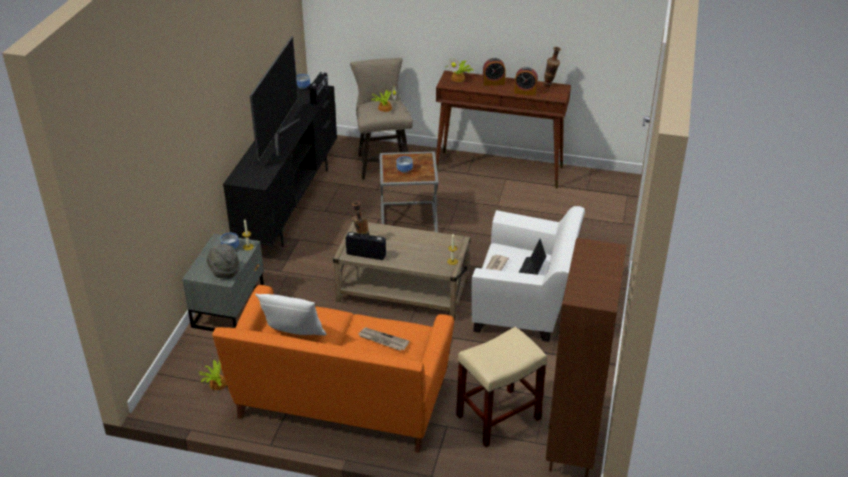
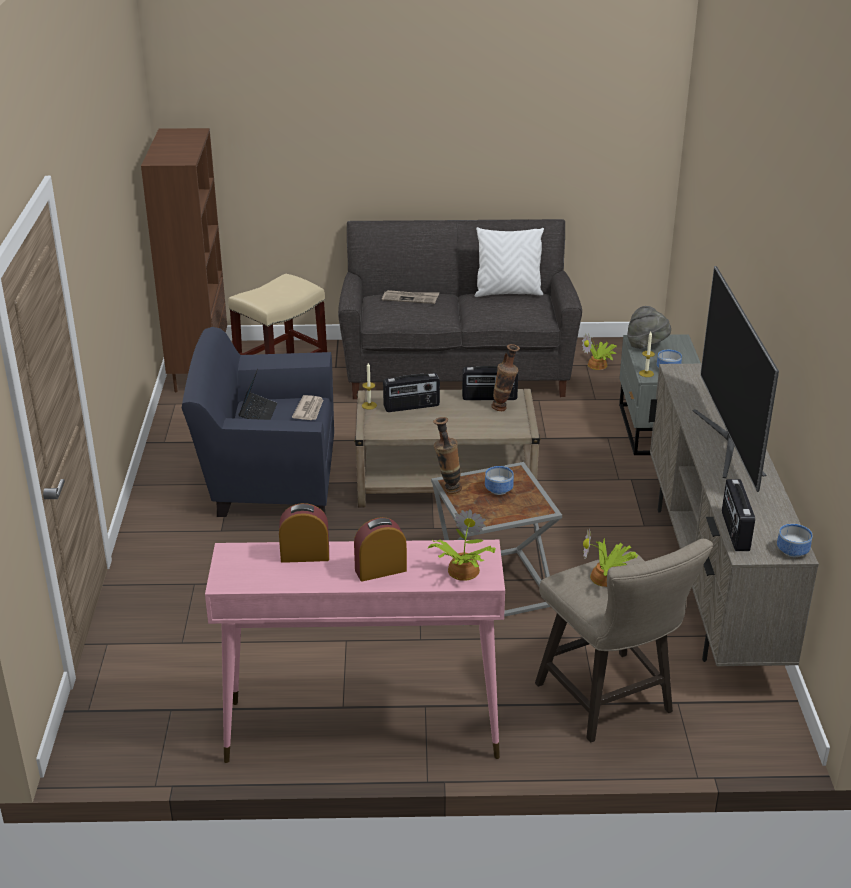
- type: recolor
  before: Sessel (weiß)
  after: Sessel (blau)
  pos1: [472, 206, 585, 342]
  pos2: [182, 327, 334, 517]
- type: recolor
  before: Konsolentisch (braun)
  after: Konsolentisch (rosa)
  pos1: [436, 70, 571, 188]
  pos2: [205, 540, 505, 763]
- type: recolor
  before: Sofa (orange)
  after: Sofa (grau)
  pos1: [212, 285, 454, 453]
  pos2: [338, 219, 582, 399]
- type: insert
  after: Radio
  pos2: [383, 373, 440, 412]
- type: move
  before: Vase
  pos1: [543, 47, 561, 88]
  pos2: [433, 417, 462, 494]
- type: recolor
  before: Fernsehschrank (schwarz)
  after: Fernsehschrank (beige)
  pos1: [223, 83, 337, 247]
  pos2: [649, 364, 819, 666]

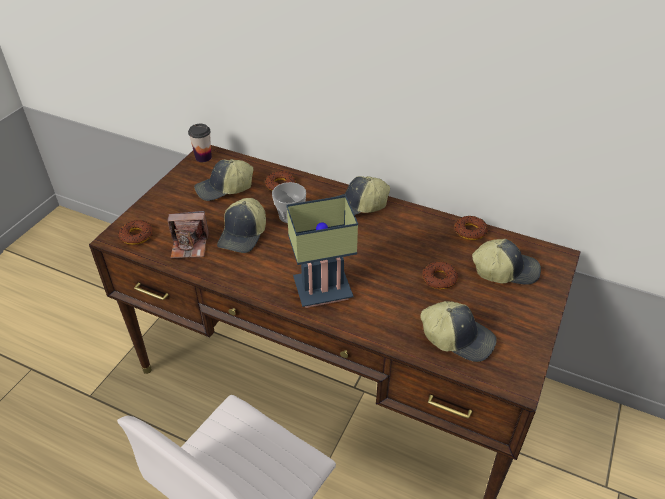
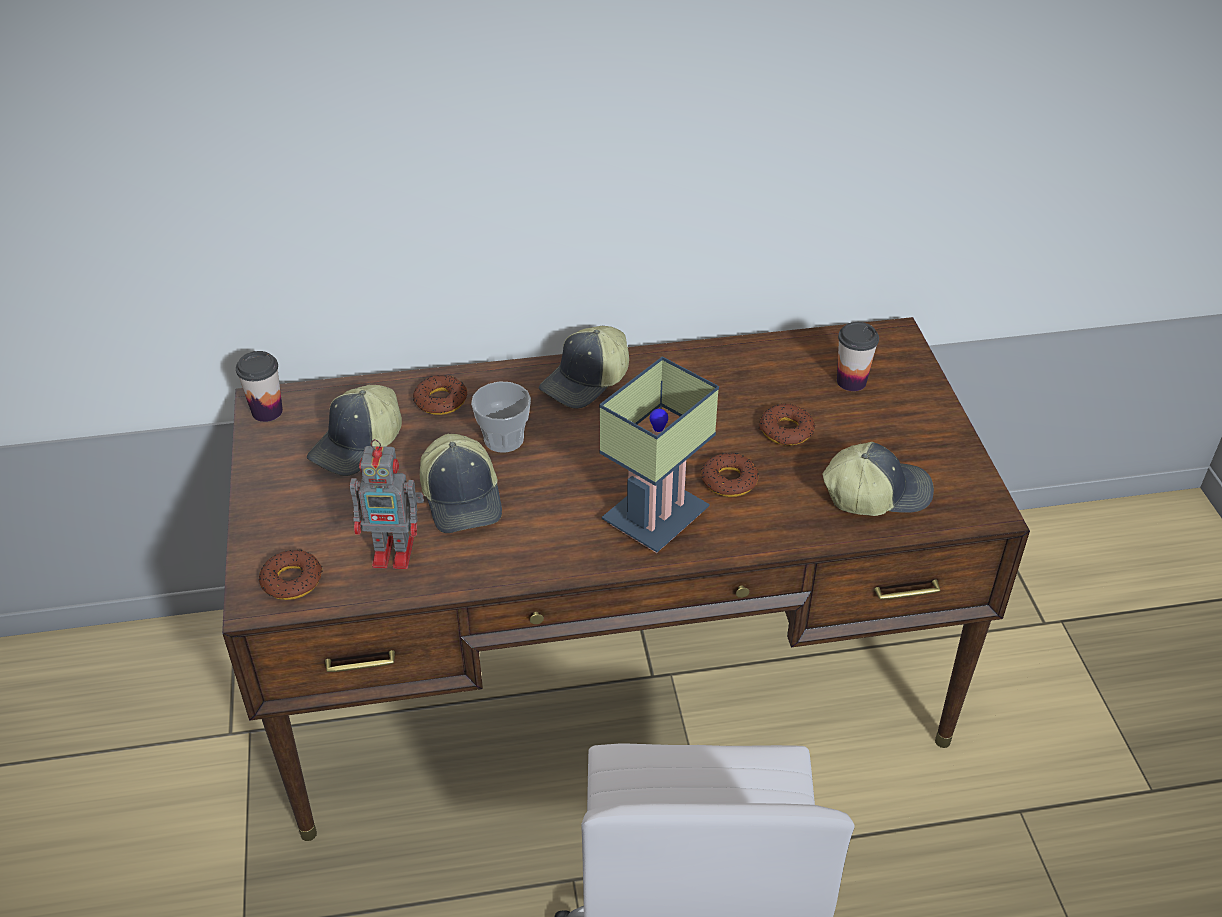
- type: replace
  before: Kamera
  after: Spielzeugroboter
  pos1: [167, 211, 208, 258]
  pos2: [350, 439, 424, 569]
- type: move
  before: Donut
  pos1: [454, 216, 488, 240]
  pos2: [701, 453, 759, 497]
- type: replace
  before: Kappe
  after: Tasse
  pos1: [472, 239, 541, 285]
  pos2: [837, 322, 879, 391]

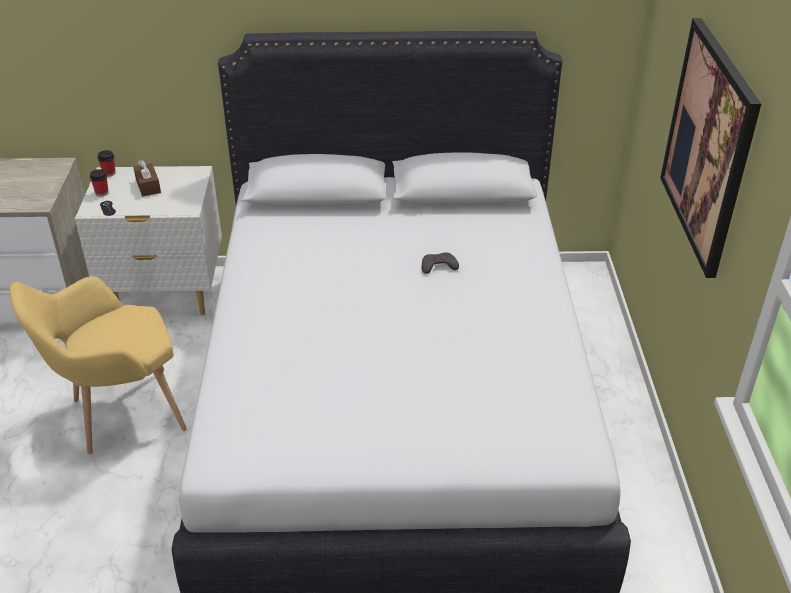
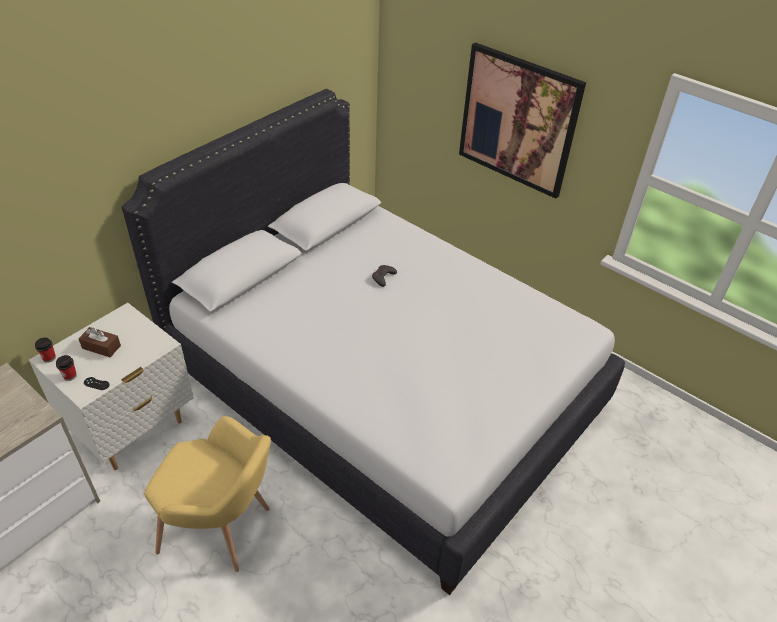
- type: rotate
  before: Sessel (gelb)
  pos1: [10, 276, 187, 454]
  pos2: [144, 416, 271, 572]
  turn: -90

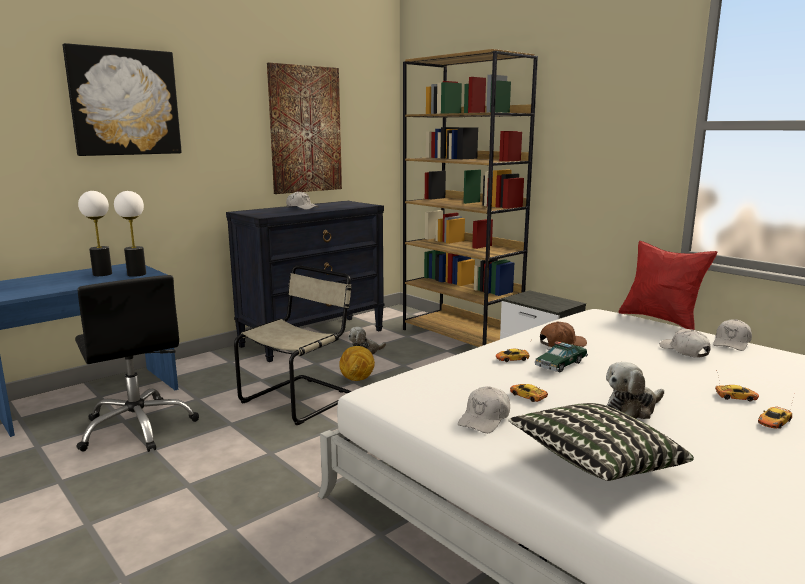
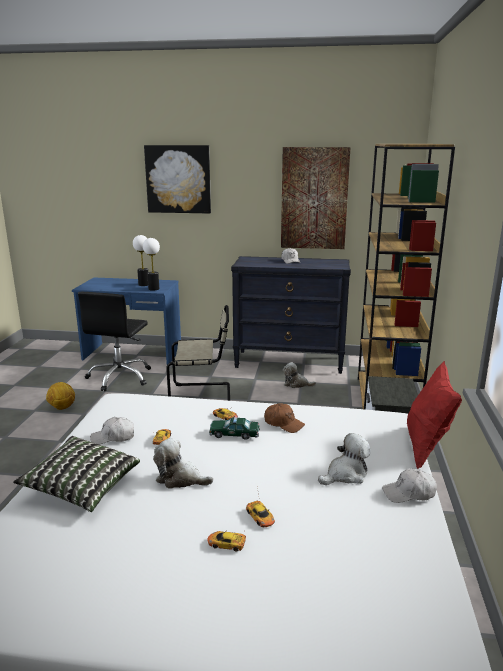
- type: move
  before: Fußball
  pos1: [339, 346, 375, 381]
  pos2: [46, 382, 75, 410]
- type: replace
  before: Kappe (weiß)
  after: Plüschtier
  pos1: [659, 329, 711, 358]
  pos2: [318, 433, 371, 485]

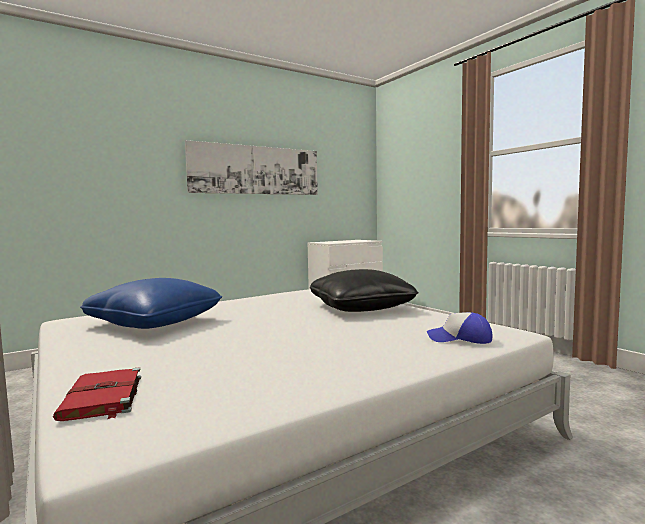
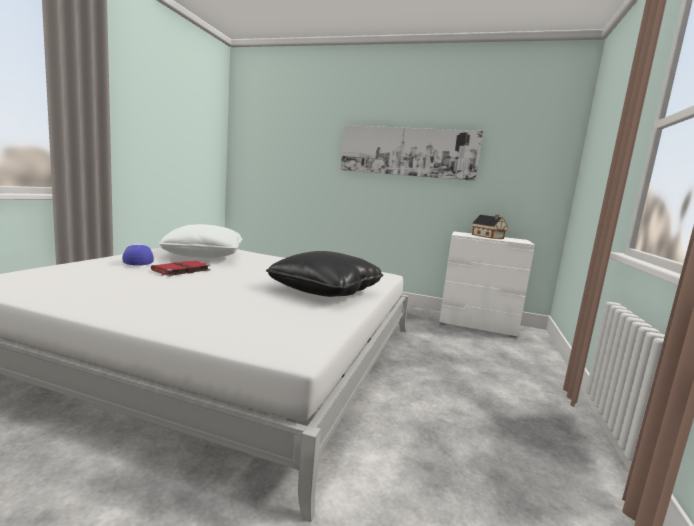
- type: move
  before: Kappe
  pos1: [427, 312, 493, 344]
  pos2: [122, 243, 154, 266]
- type: move
  before: Buch (rot)
  pos1: [53, 367, 141, 421]
  pos2: [151, 260, 210, 276]
- type: recolor
  before: Kissen (blau)
  after: Kissen (weiß)
  pos1: [80, 278, 222, 329]
  pos2: [158, 224, 242, 258]
- type: insert
  after: Spielzeughaus
  pos2: [472, 215, 508, 239]

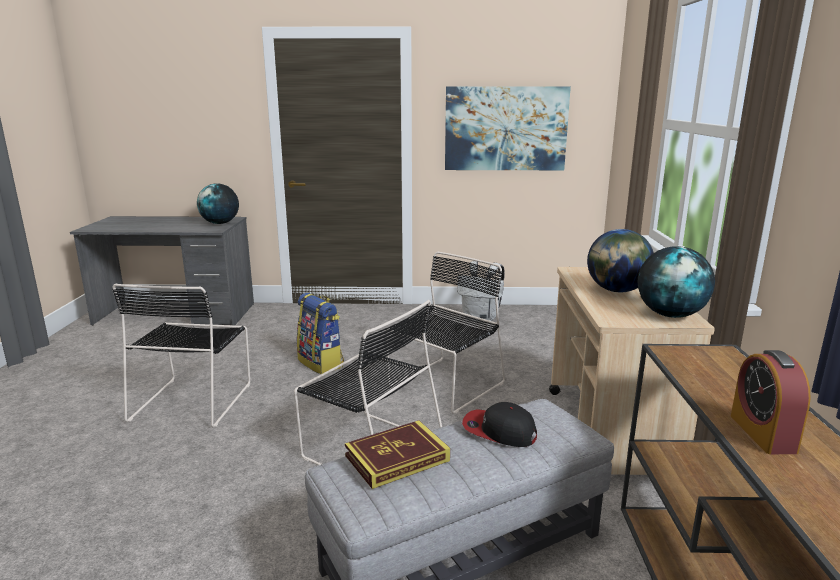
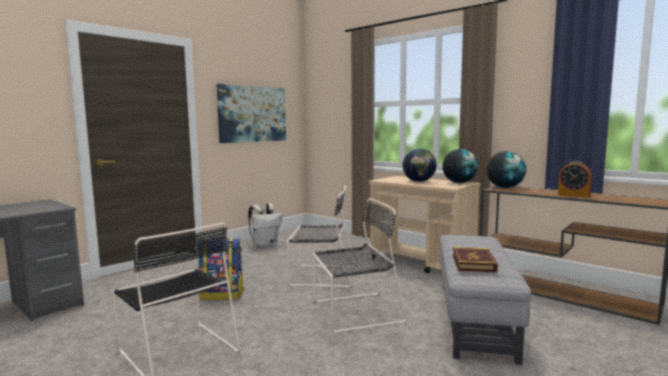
- type: rotate
  before: Stuhl (schwarz)
  pos1: [386, 252, 505, 414]
  pos2: [287, 186, 355, 288]
  turn: 105
- type: move
  before: Globus
  pos1: [197, 183, 239, 224]
  pos2: [487, 151, 526, 188]
- type: delete
  before: Kappe
  pos1: [462, 402, 537, 447]

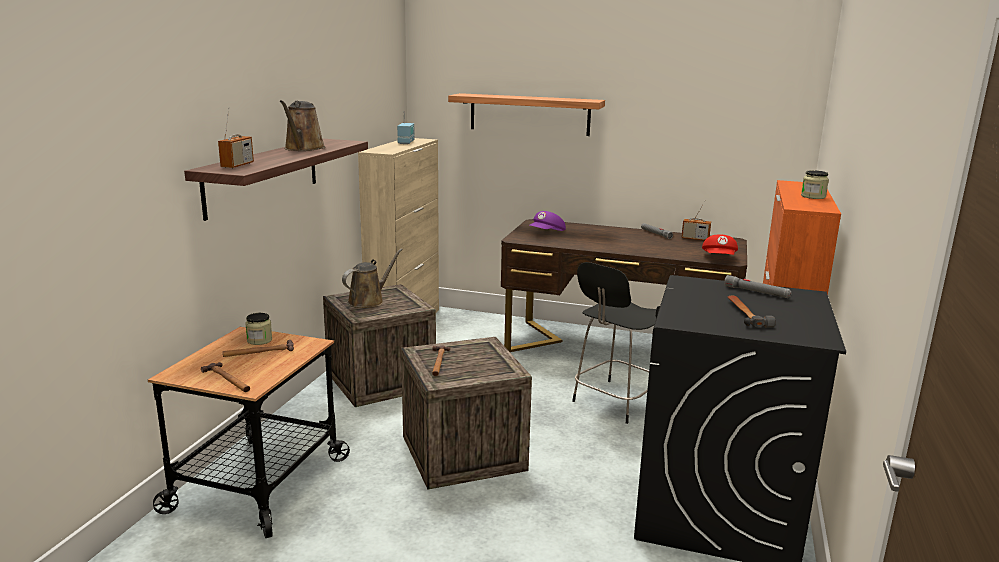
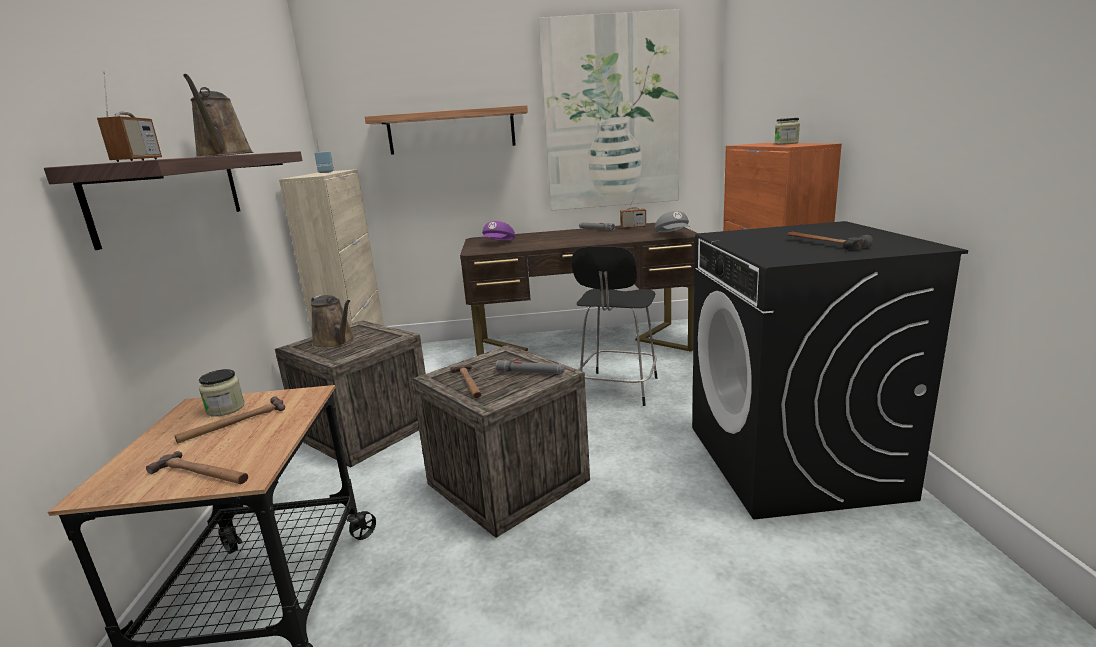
- type: rotate
  before: Gießkanne (braun)
  pos1: [342, 248, 403, 308]
  pos2: [311, 295, 355, 349]
  turn: 120
- type: move
  before: Taschenlampe (grau)
  pos1: [724, 275, 792, 298]
  pos2: [496, 360, 565, 374]
- type: insert
  after: Bild
  pos2: [538, 9, 680, 211]
- type: recolor
  before: Kappe (rot)
  after: Kappe (grau)
  pos1: [702, 234, 738, 255]
  pos2: [655, 211, 690, 233]

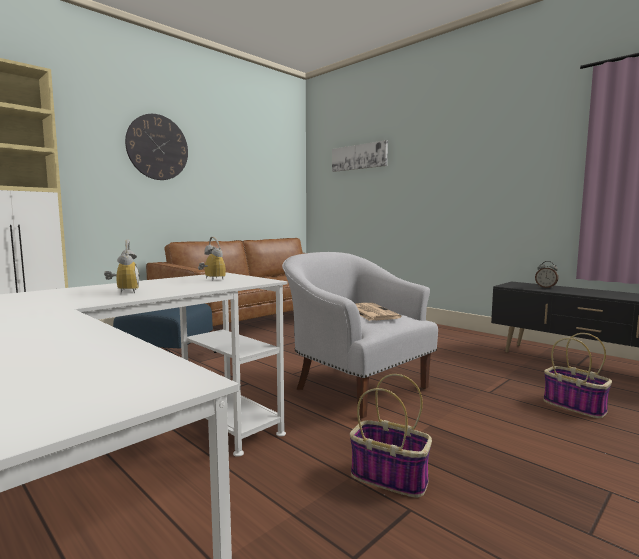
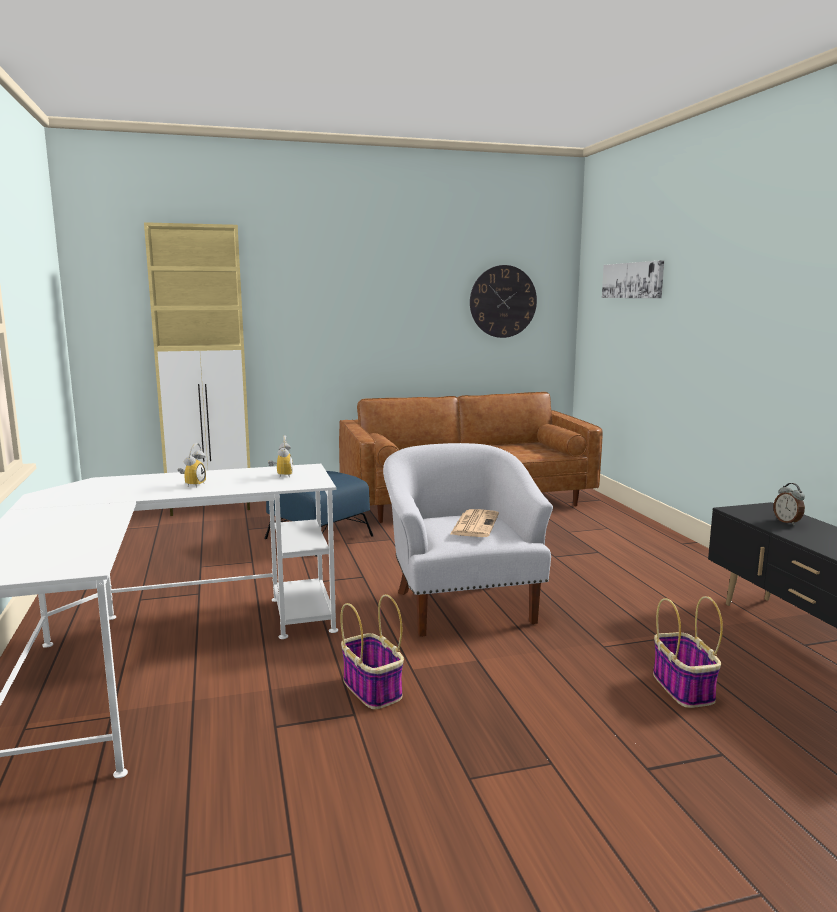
- type: move
  before: Wanduhr
  pos1: [125, 114, 188, 180]
  pos2: [470, 265, 537, 338]

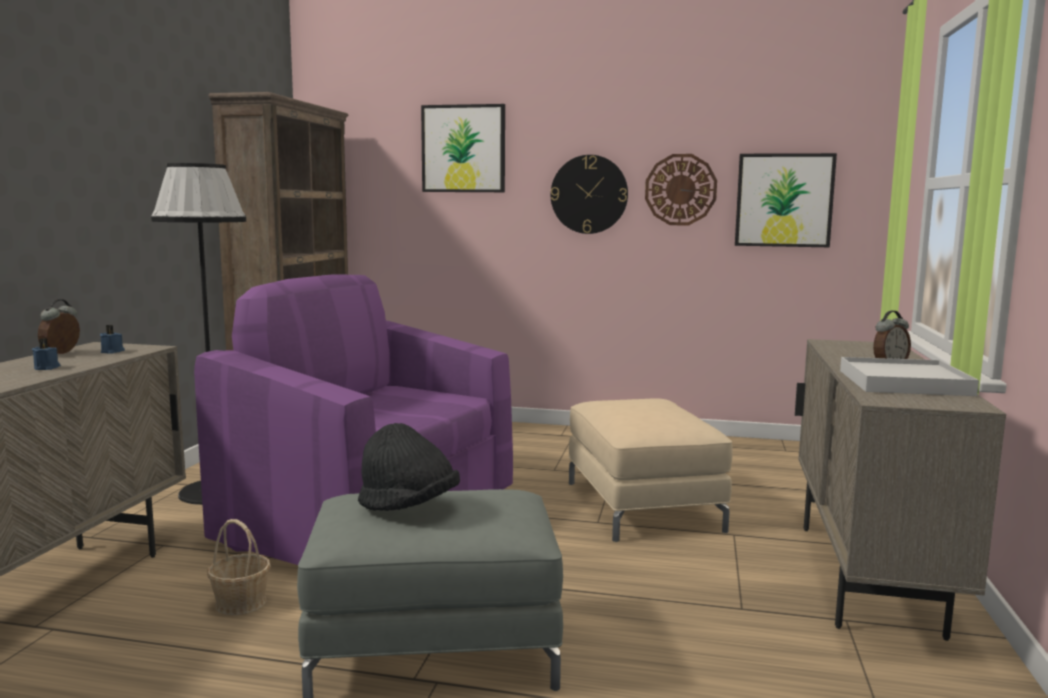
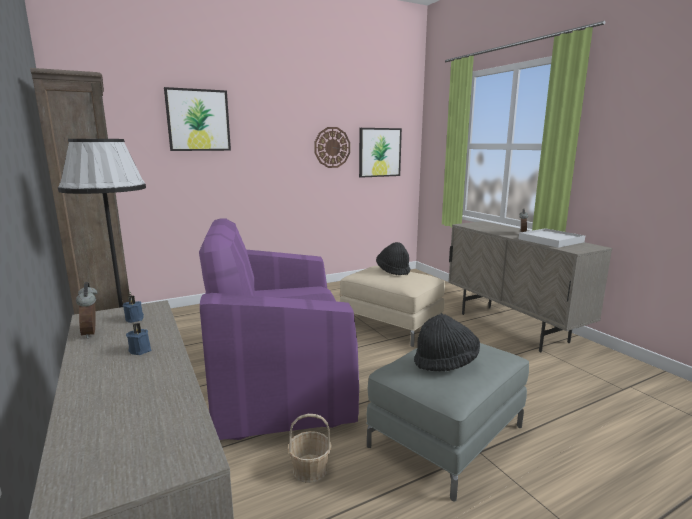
- type: insert
  after: Hut (schwarz)
  pos2: [376, 242, 410, 275]
- type: delete
  before: Wanduhr
  pos1: [550, 155, 628, 234]

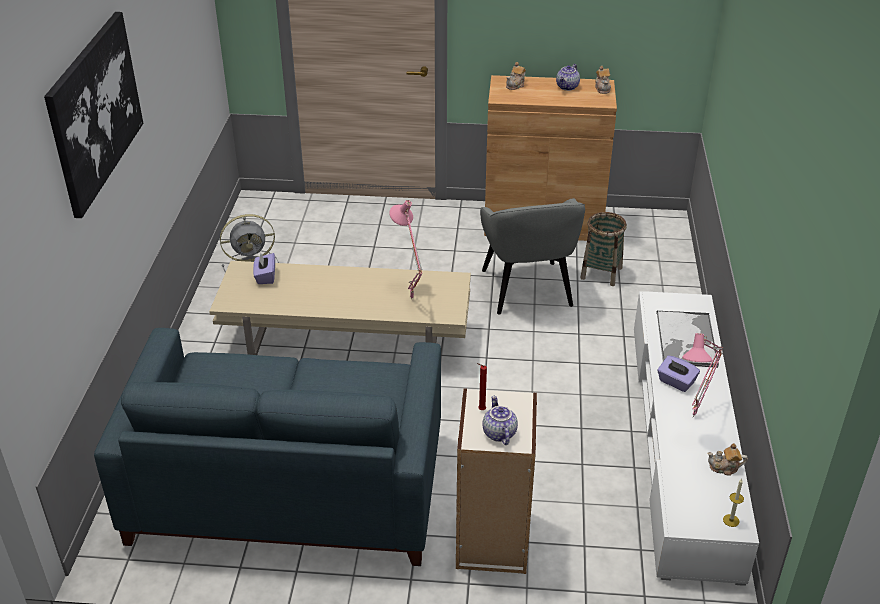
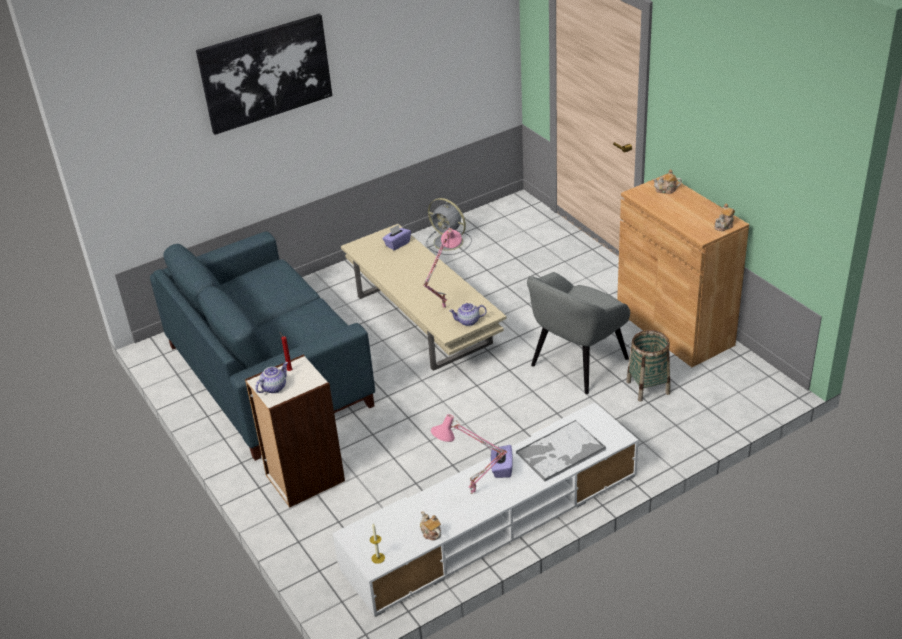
- type: move
  before: Teekanne
  pos1: [556, 64, 580, 91]
  pos2: [449, 303, 486, 326]

